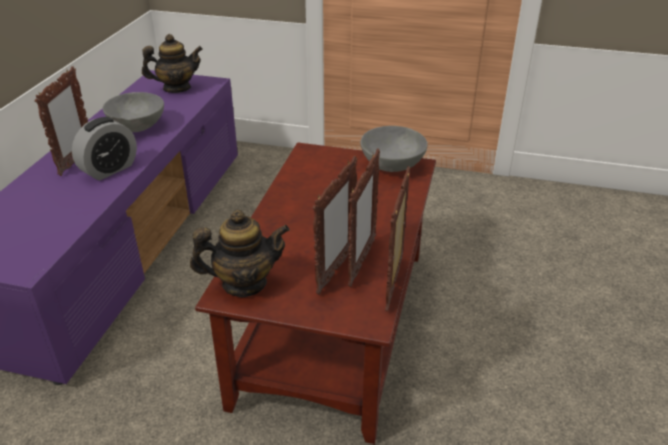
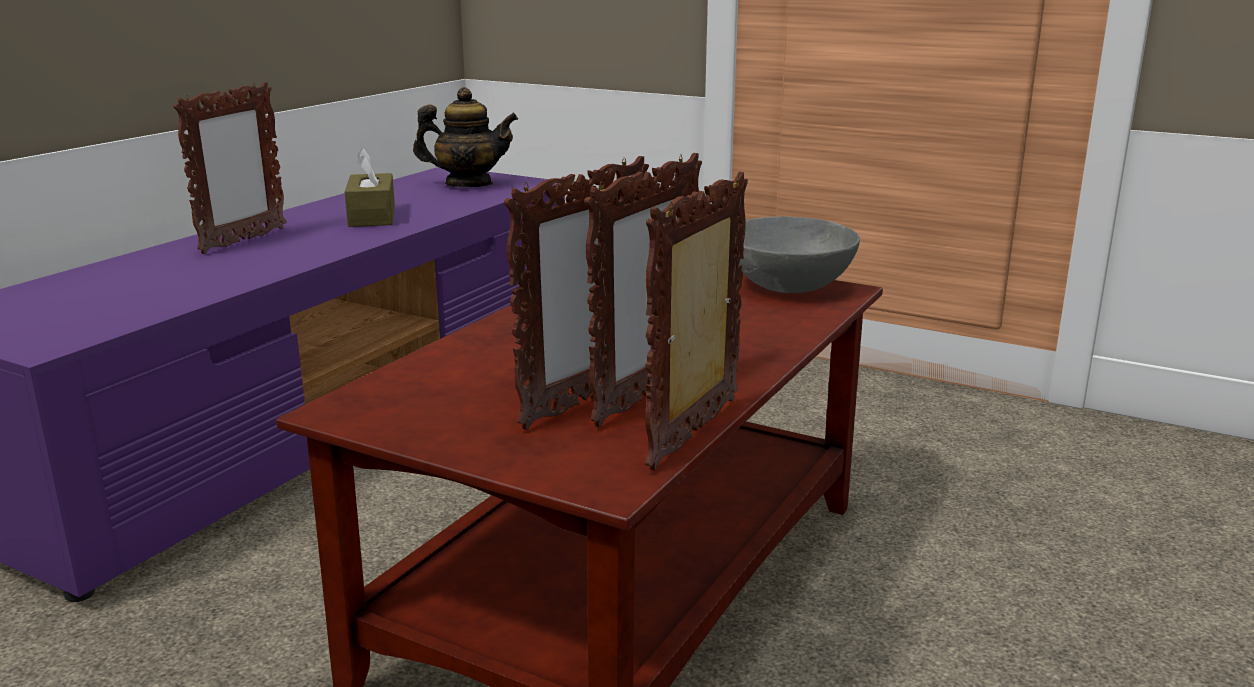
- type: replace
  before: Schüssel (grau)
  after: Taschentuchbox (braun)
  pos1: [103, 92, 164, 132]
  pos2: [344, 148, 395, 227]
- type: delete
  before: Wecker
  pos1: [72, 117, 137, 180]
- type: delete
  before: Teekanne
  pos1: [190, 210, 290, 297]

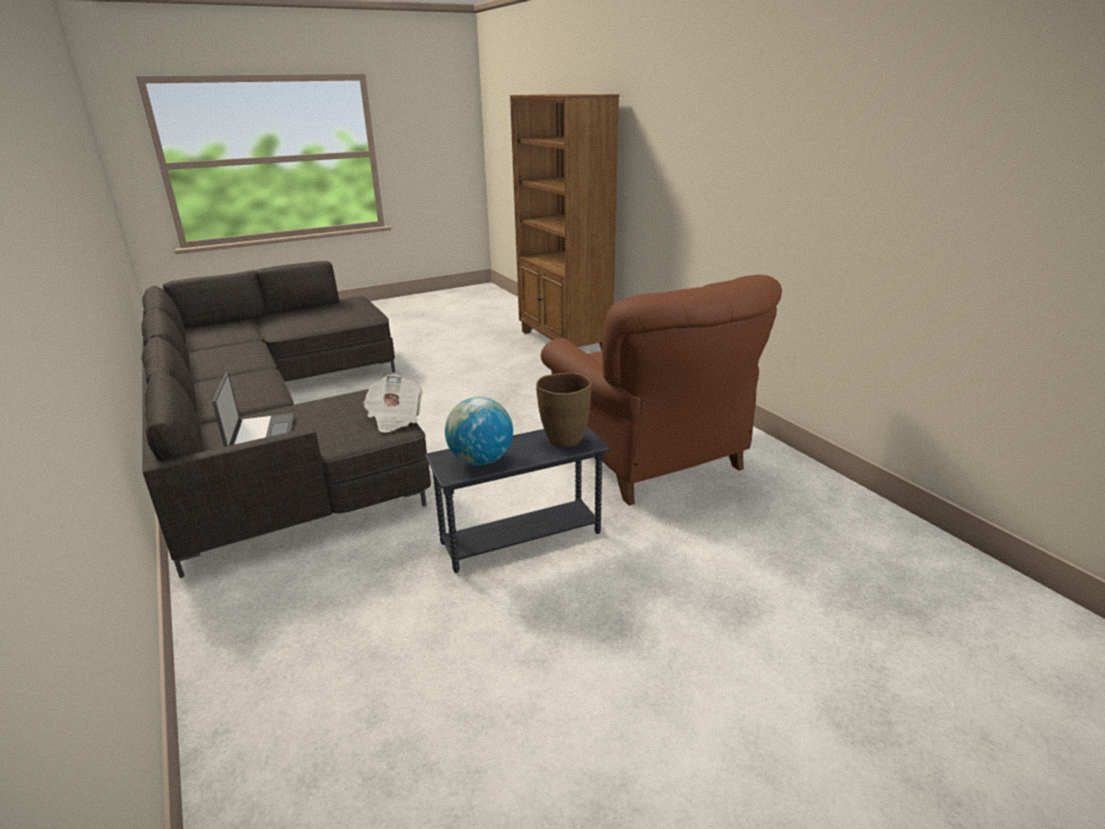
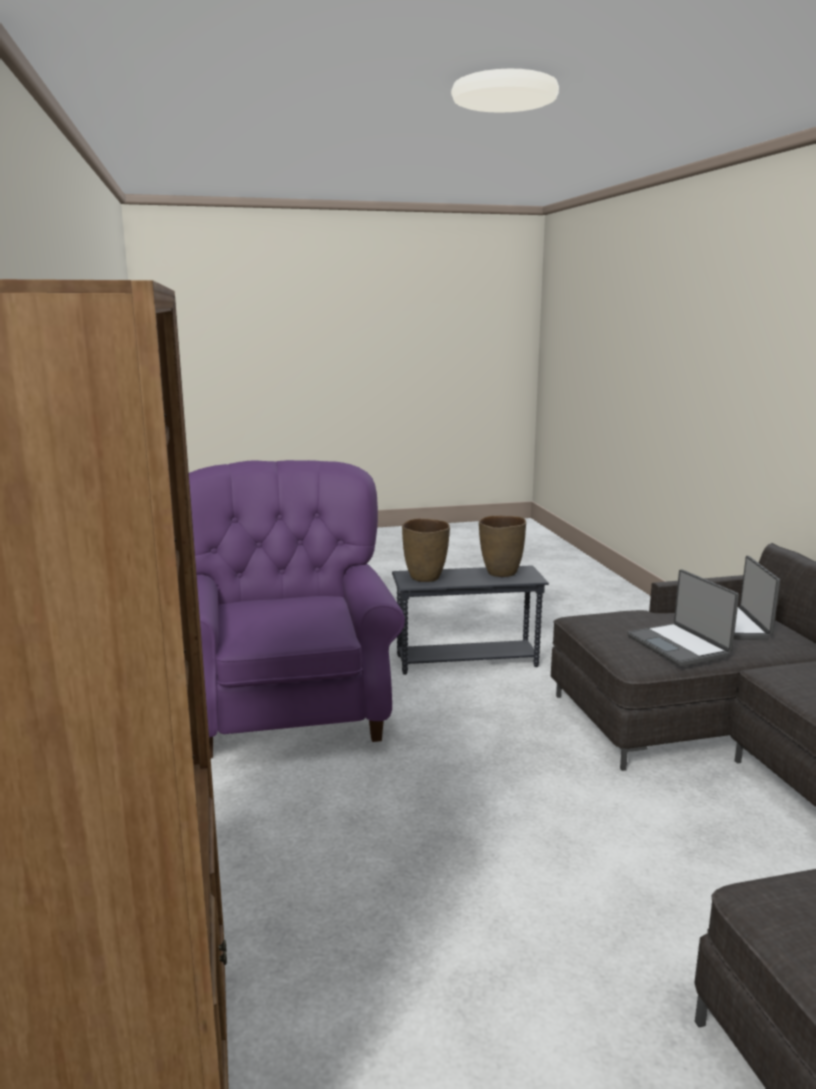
- type: recolor
  before: Sessel (braun)
  after: Sessel (lila)
  pos1: [541, 274, 782, 506]
  pos2: [189, 460, 405, 758]
- type: replace
  before: Globus
  after: Vase (braun)
  pos1: [445, 397, 513, 465]
  pos2: [479, 516, 526, 577]
- type: insert
  after: Laptop
  pos2: [627, 569, 739, 667]
- type: delete
  before: Zeitung
  pos1: [363, 374, 423, 433]

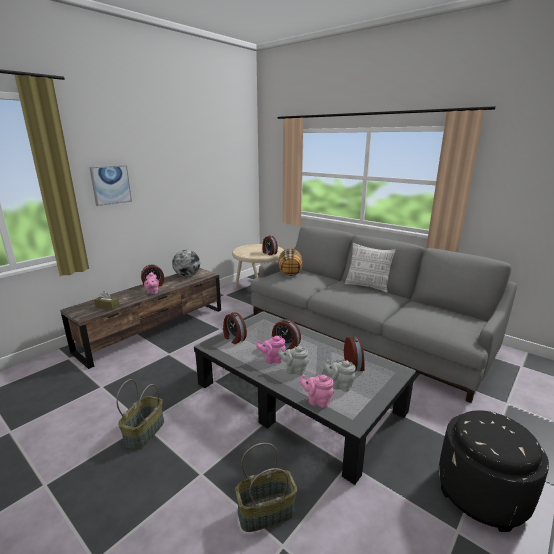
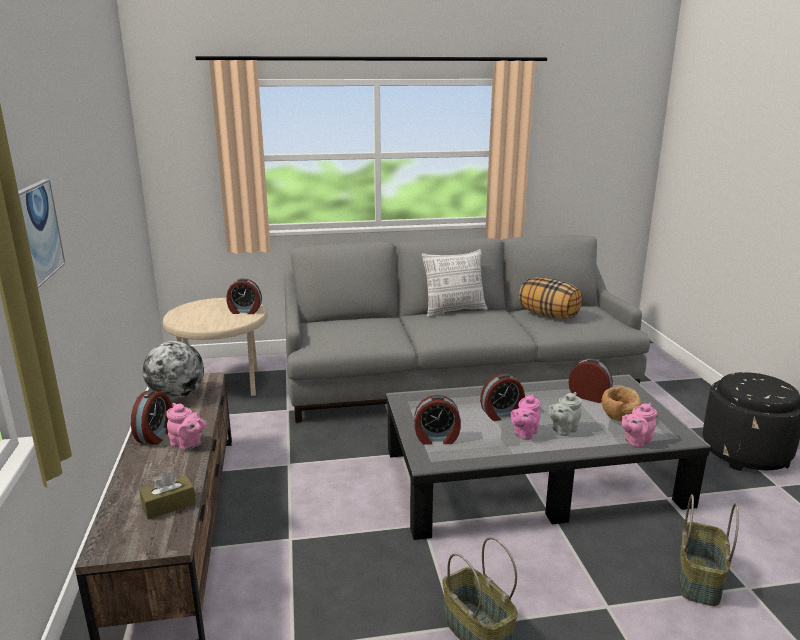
- type: move
  before: Kissen
  pos1: [278, 248, 303, 276]
  pos2: [519, 277, 582, 319]
- type: replace
  before: Teekanne (grau)
  after: Schüssel (braun)
  pos1: [324, 360, 356, 392]
  pos2: [602, 386, 642, 421]

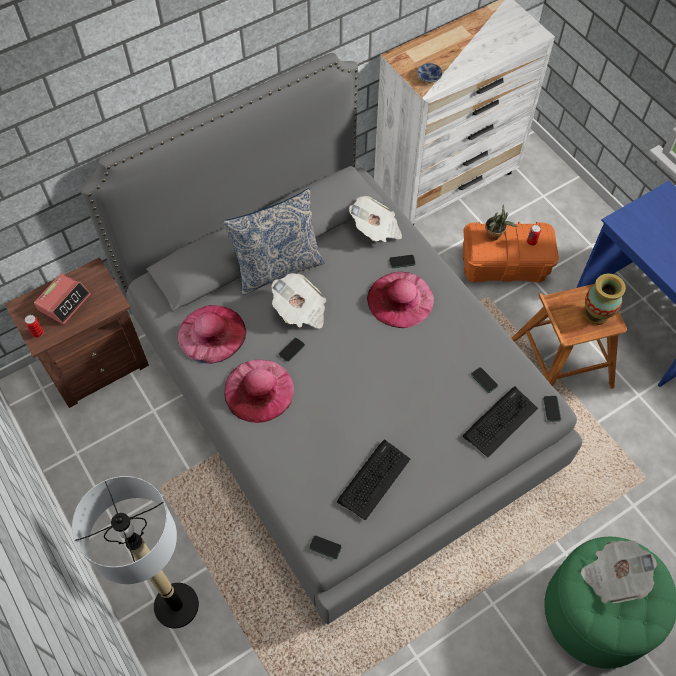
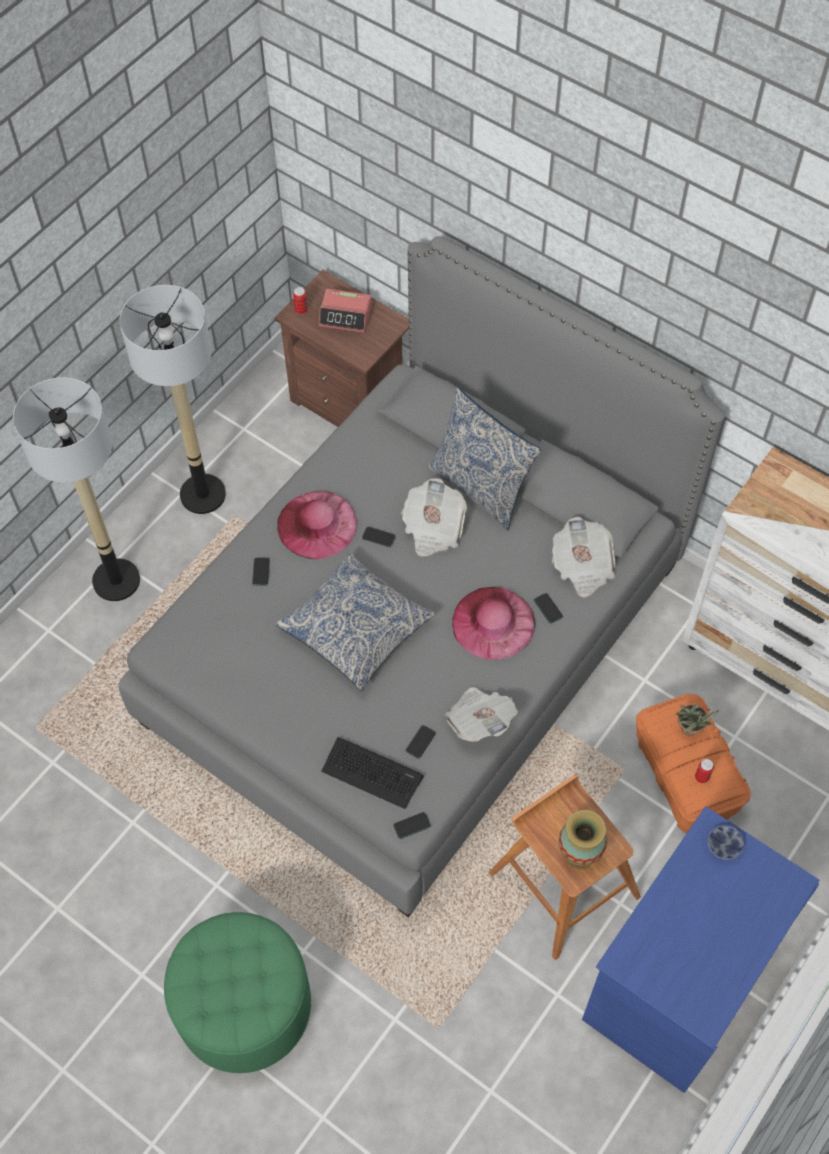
- type: insert
  after: Stehlampe
  pos2: [119, 285, 226, 514]
- type: move
  before: Handy
  pos1: [309, 535, 342, 559]
  pos2: [252, 557, 270, 586]
- type: insert
  after: Kissen
  pos2: [275, 552, 436, 691]
- type: move
  before: Zeitung
  pos1: [581, 540, 657, 604]
  pos2: [444, 687, 518, 742]
- type: move
  before: Schüssel
  pos1: [417, 63, 443, 82]
  pos2: [708, 825, 744, 860]
- type: delete
  before: Hut (rosa)
  pos1: [178, 305, 246, 364]
- type: delete
  before: Tastatur
  pos1: [337, 439, 410, 520]

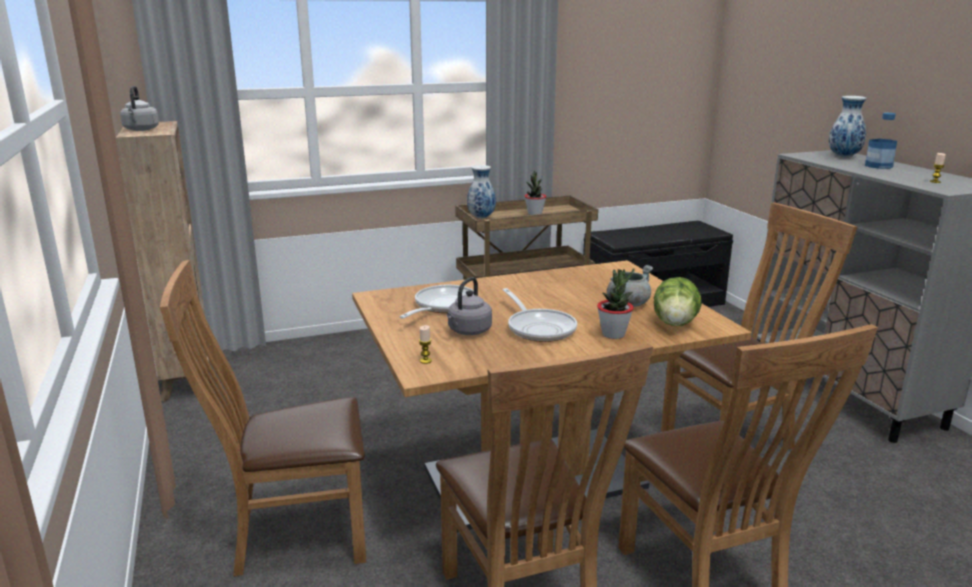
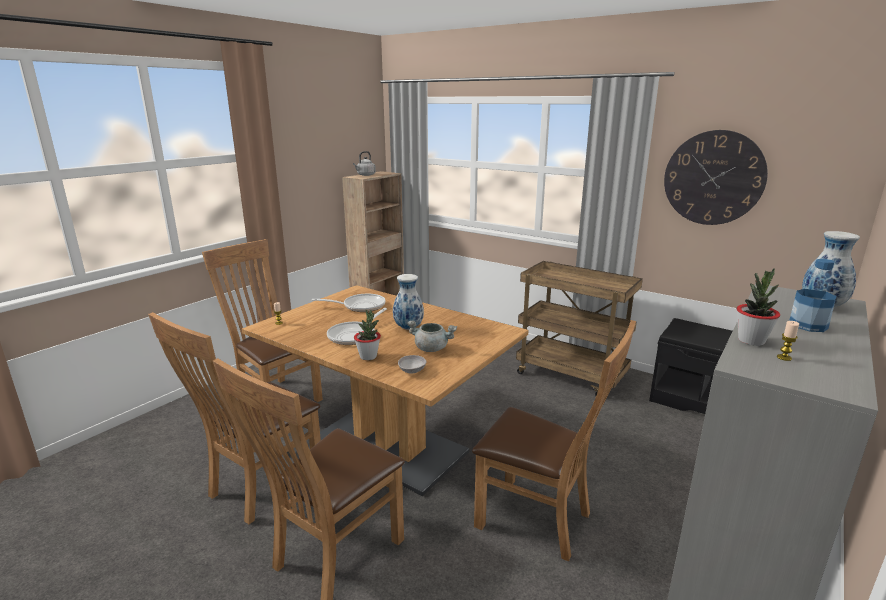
- type: move
  before: Vase
  pos1: [467, 165, 496, 218]
  pos2: [393, 274, 424, 330]
- type: replace
  before: Salatkopf
  after: Schüssel (grau)
  pos1: [654, 277, 702, 326]
  pos2: [398, 355, 426, 374]
- type: insert
  after: Wanduhr
  pos2: [664, 130, 768, 225]
- type: move
  before: Topfpflanze
  pos1: [525, 171, 546, 215]
  pos2: [737, 268, 780, 346]
- type: delete
  before: Wasserkessel (grau)
  pos1: [447, 277, 492, 335]

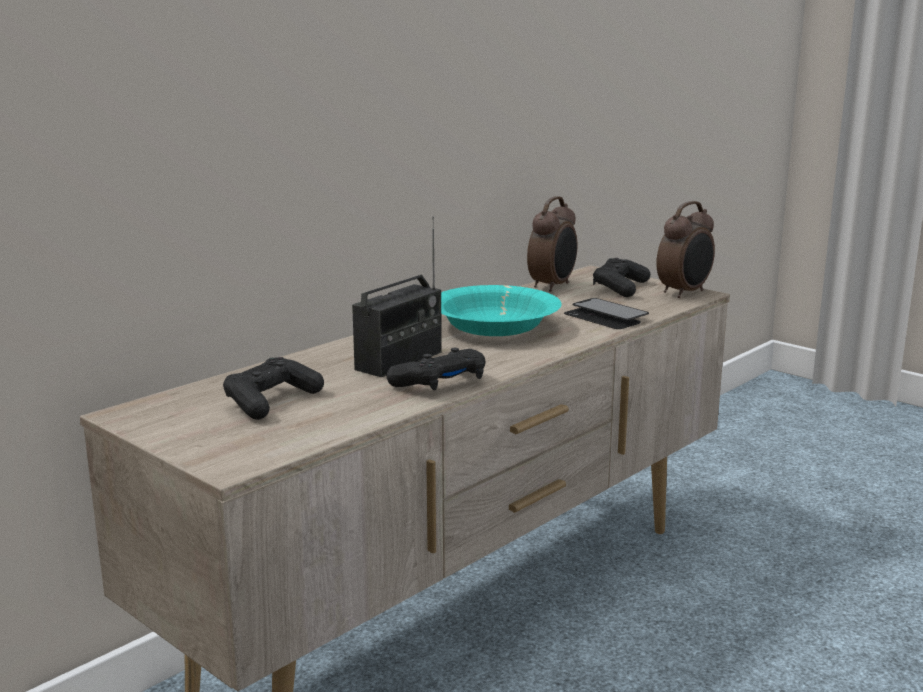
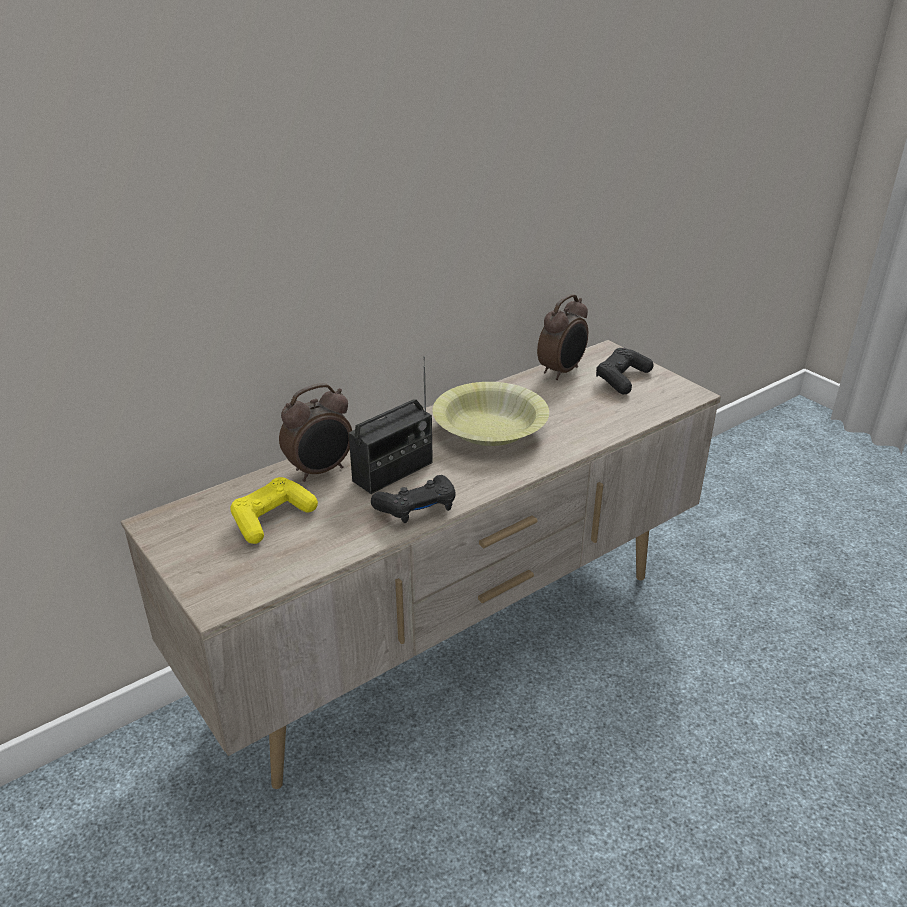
- type: recolor
  before: Gamepad (schwarz)
  after: Gamepad (gelb)
  pos1: [223, 357, 324, 420]
  pos2: [230, 477, 318, 544]
- type: move
  before: Wecker
  pos1: [656, 201, 715, 298]
  pos2: [279, 383, 352, 482]
- type: recolor
  before: Schüssel (türkis)
  after: Schüssel (gelb)
  pos1: [441, 285, 562, 336]
  pos2: [433, 382, 549, 446]
- type: delete
  before: Handy
  pos1: [564, 298, 649, 329]

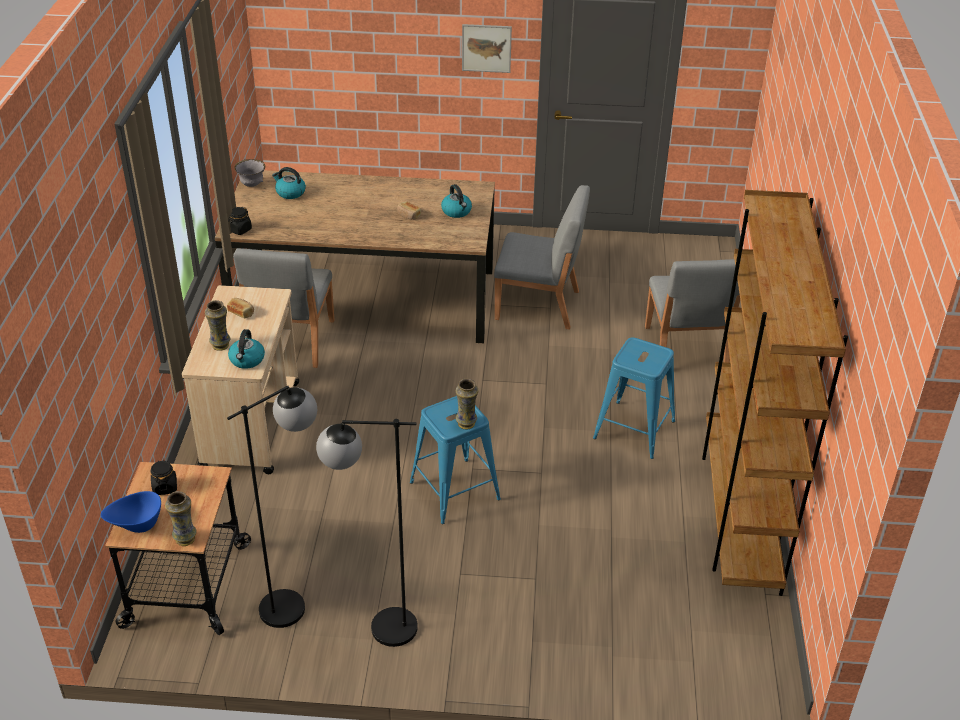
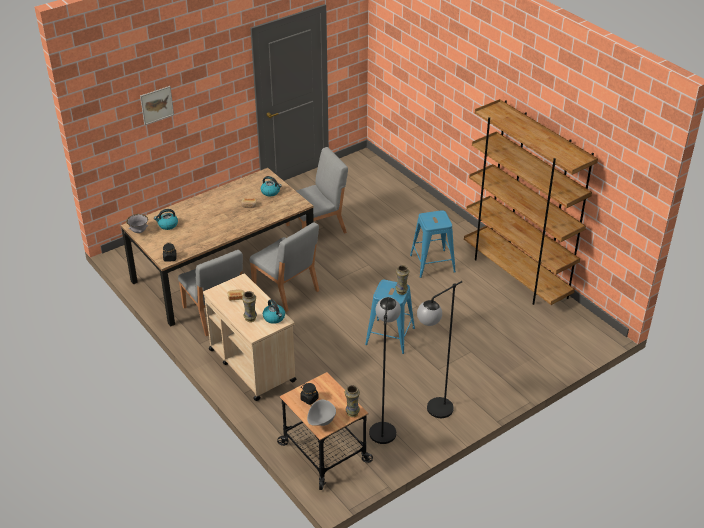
- type: move
  before: Bild
  pos1: [462, 24, 512, 73]
  pos2: [140, 86, 174, 125]
- type: move
  before: Stuhl (grau)
  pos1: [645, 259, 740, 362]
  pos2: [250, 222, 319, 312]
- type: recolor
  before: Schüssel (blau)
  after: Schüssel (grau)
  pos1: [101, 491, 161, 533]
  pos2: [307, 400, 336, 426]

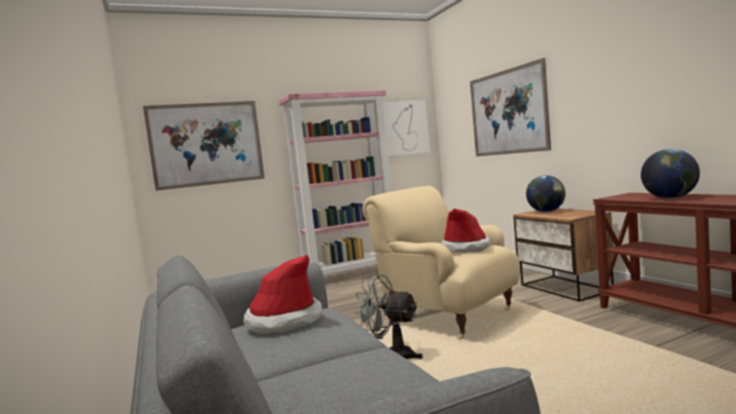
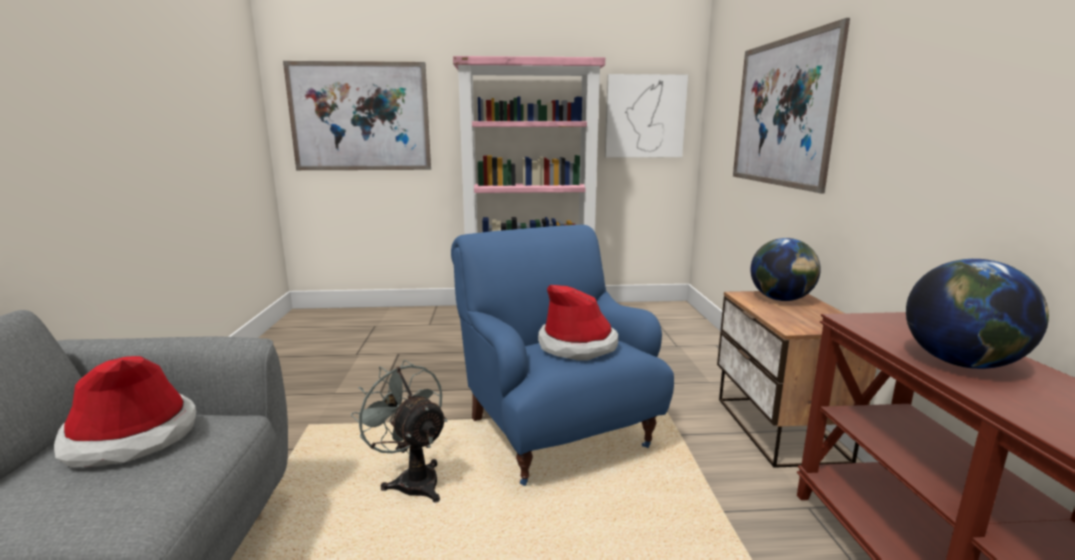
- type: recolor
  before: Sessel (beige)
  after: Sessel (blau)
  pos1: [362, 186, 520, 340]
  pos2: [451, 225, 674, 486]

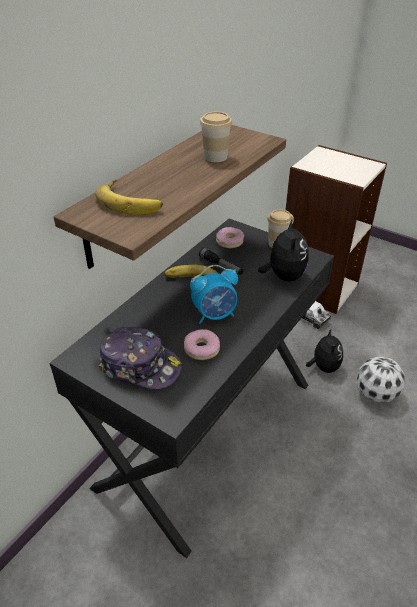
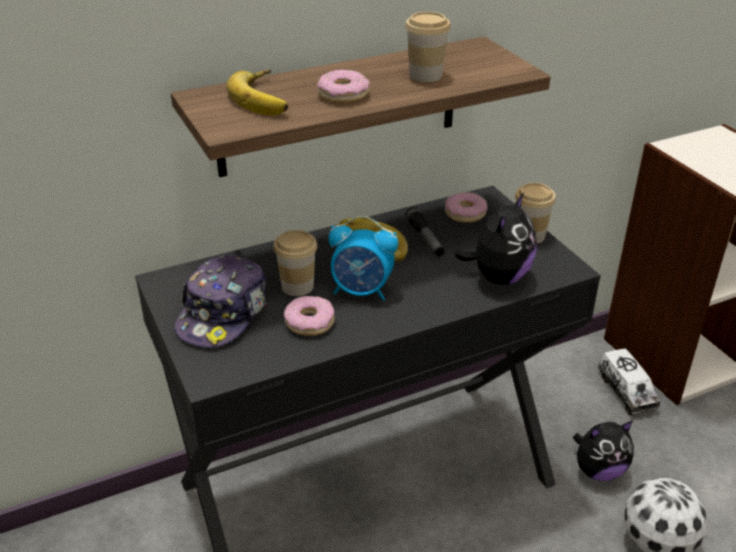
- type: rotate
  before: Kappe
  pos1: [98, 327, 182, 389]
  pos2: [175, 255, 267, 348]
  turn: 60
- type: insert
  after: Tasse
  pos2: [273, 230, 317, 296]
- type: insert
  after: Donut
  pos2: [317, 69, 370, 103]
- type: rotate
  before: Plüschtier
  pos1: [306, 328, 343, 373]
  pos2: [573, 420, 634, 481]
  turn: 45

